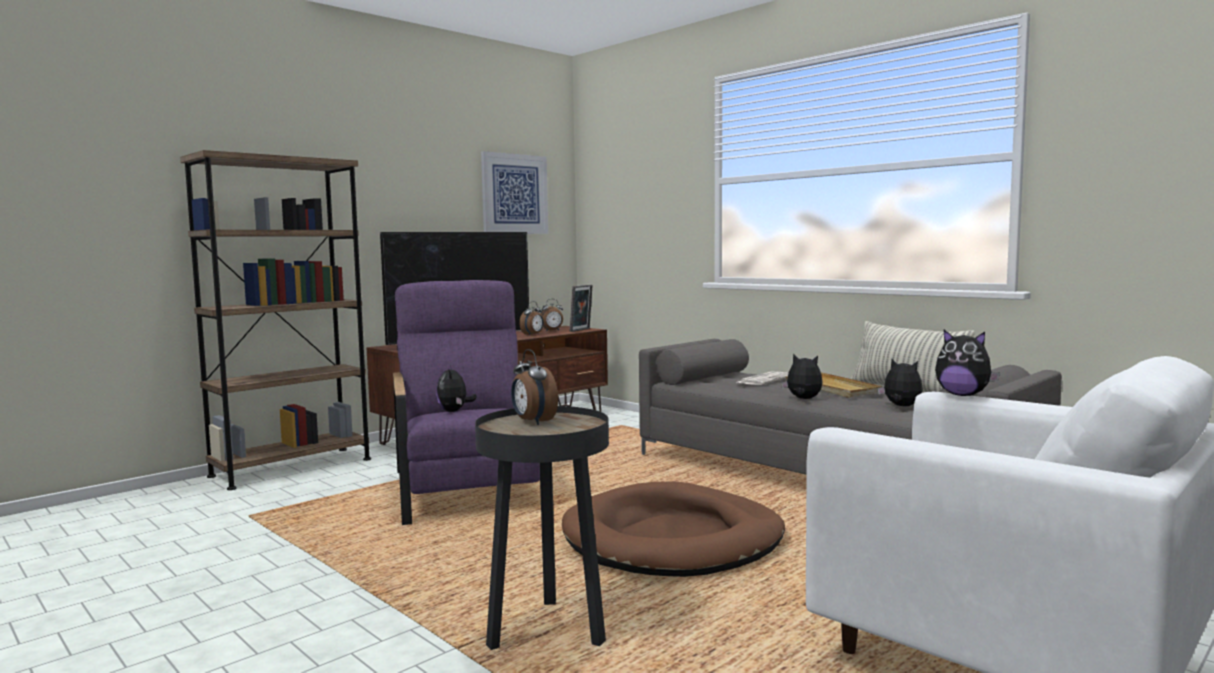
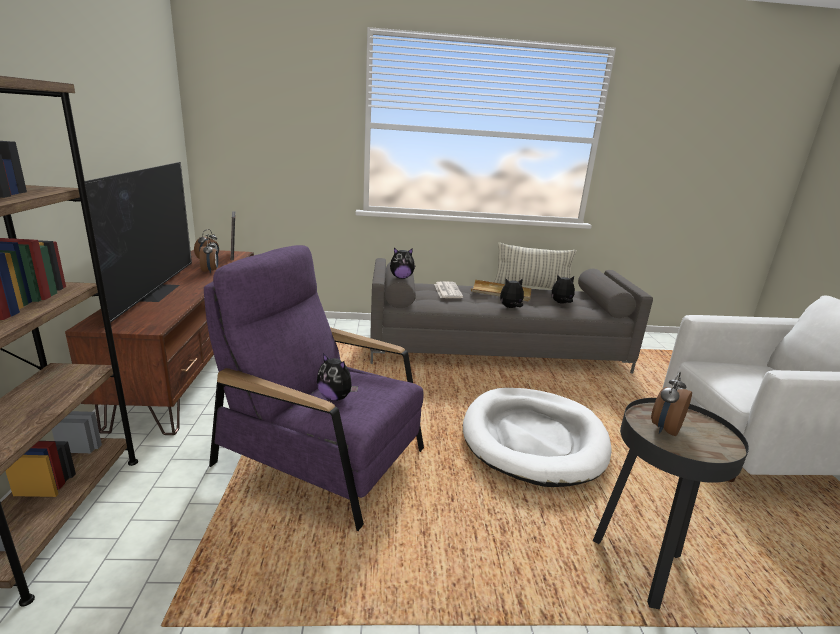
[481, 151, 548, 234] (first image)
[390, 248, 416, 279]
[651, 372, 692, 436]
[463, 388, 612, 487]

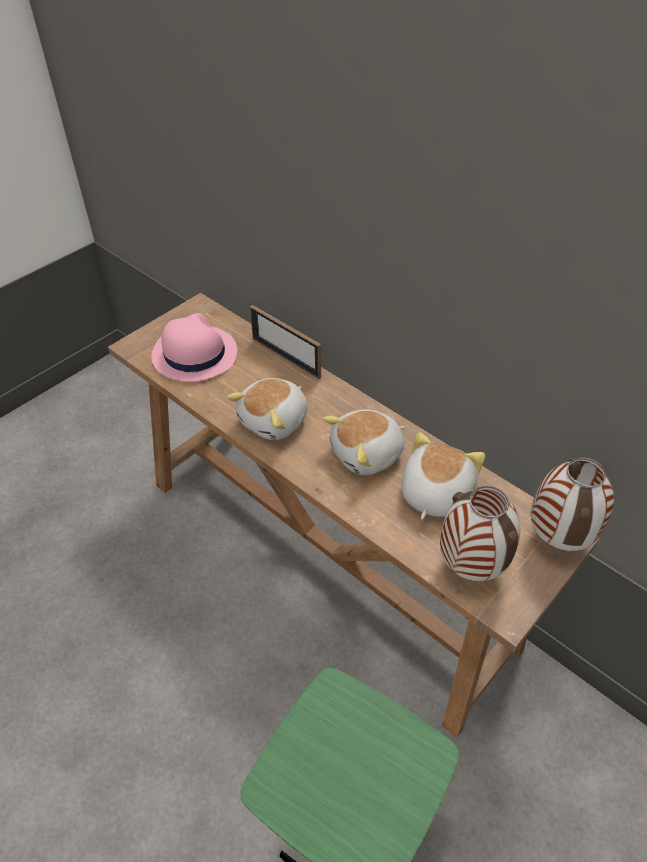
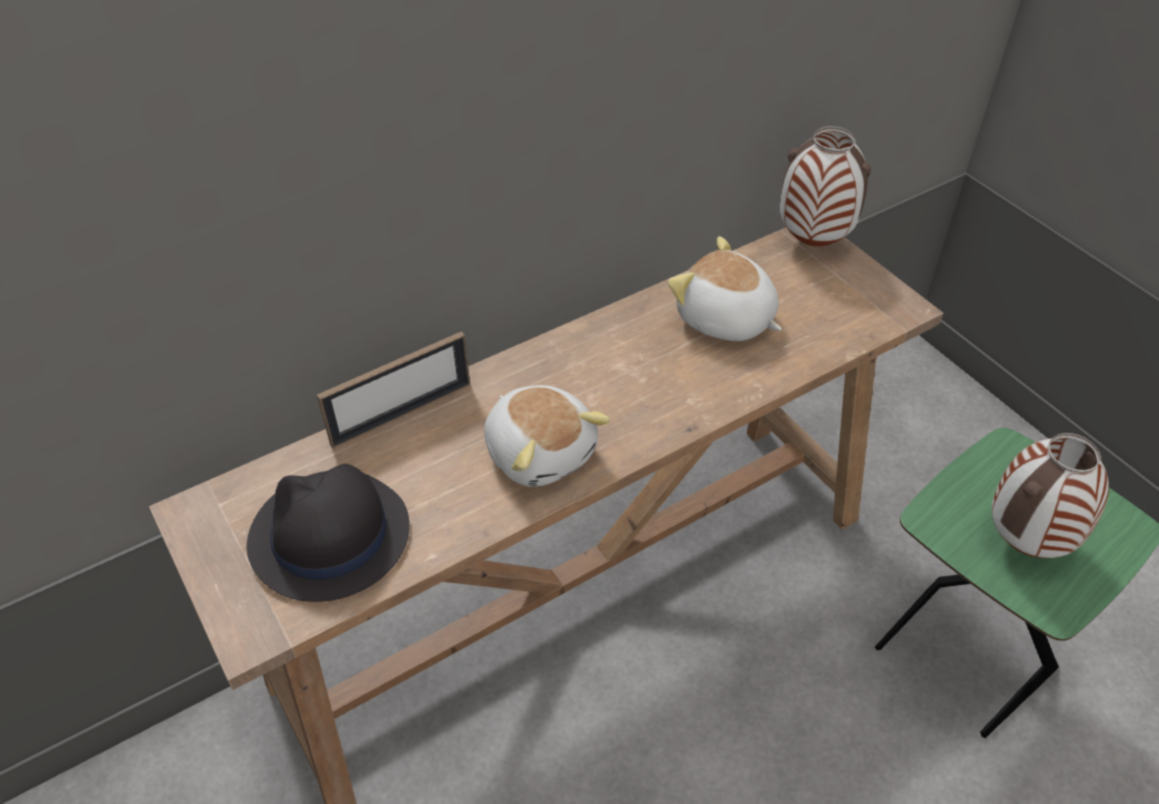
[247, 464, 410, 602]
[323, 410, 405, 475] (first image)
[992, 433, 1109, 558]

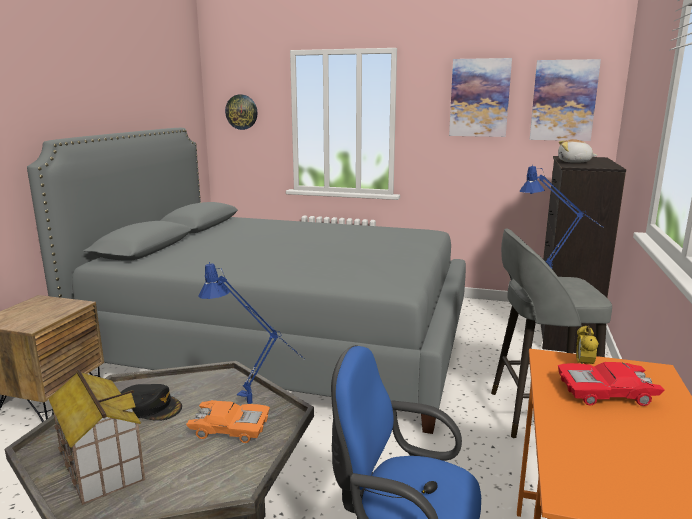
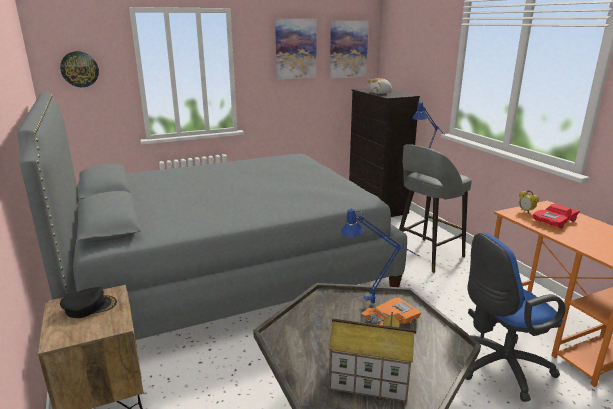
[60, 287, 117, 318]

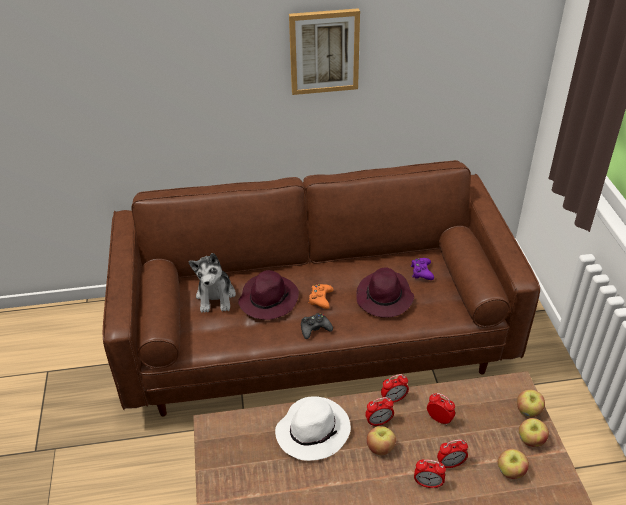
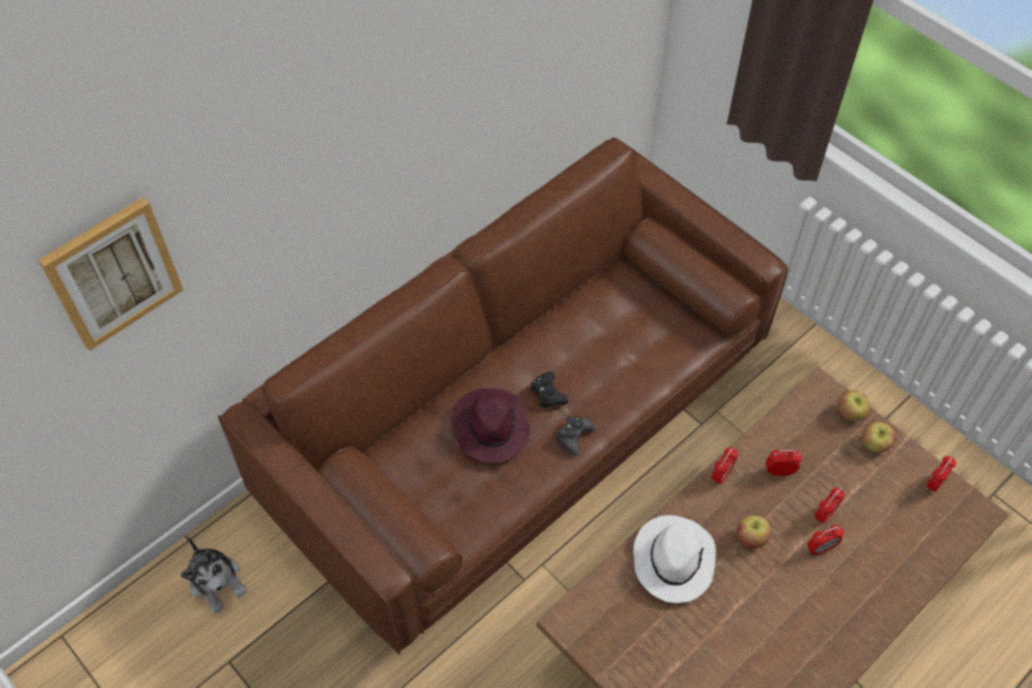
[38, 197, 183, 351]
[180, 537, 247, 614]
[411, 258, 434, 280] (first image)
[356, 267, 414, 318] (first image)
[530, 372, 569, 408]
[926, 456, 956, 493]
[498, 449, 529, 479] (first image)

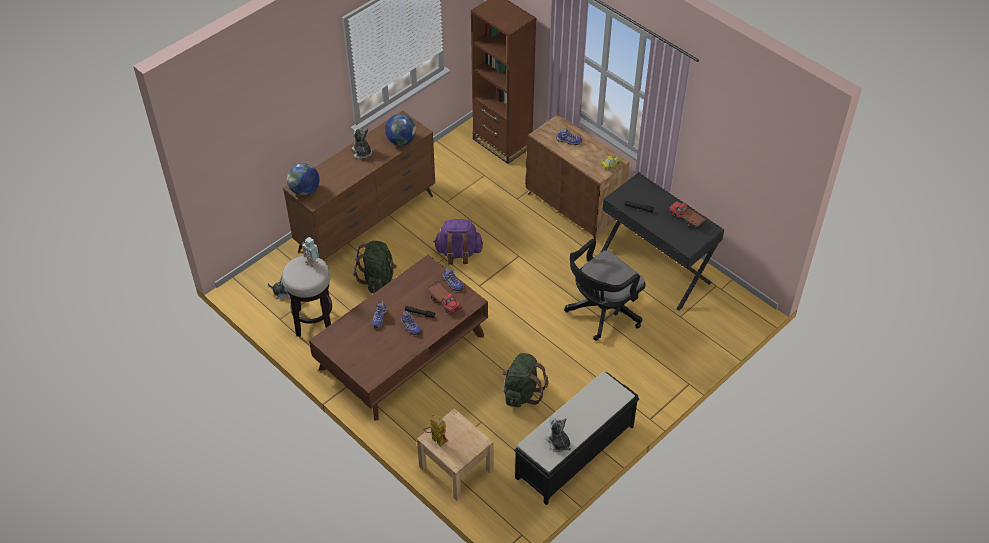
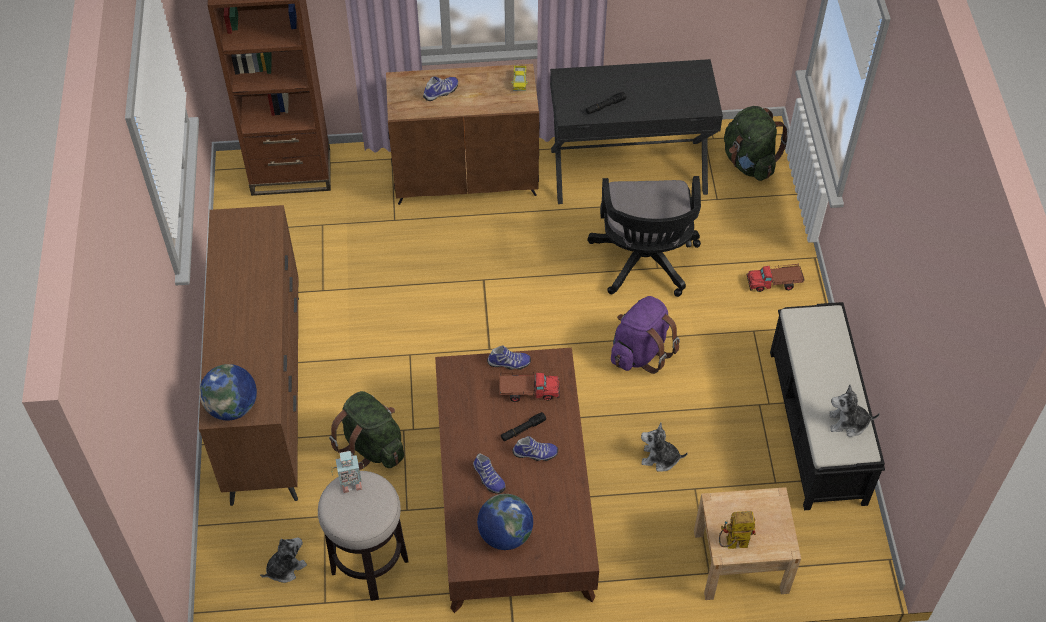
[477, 494, 533, 550]
[641, 422, 688, 472]
[746, 263, 805, 292]
[611, 296, 680, 374]
[724, 106, 788, 181]

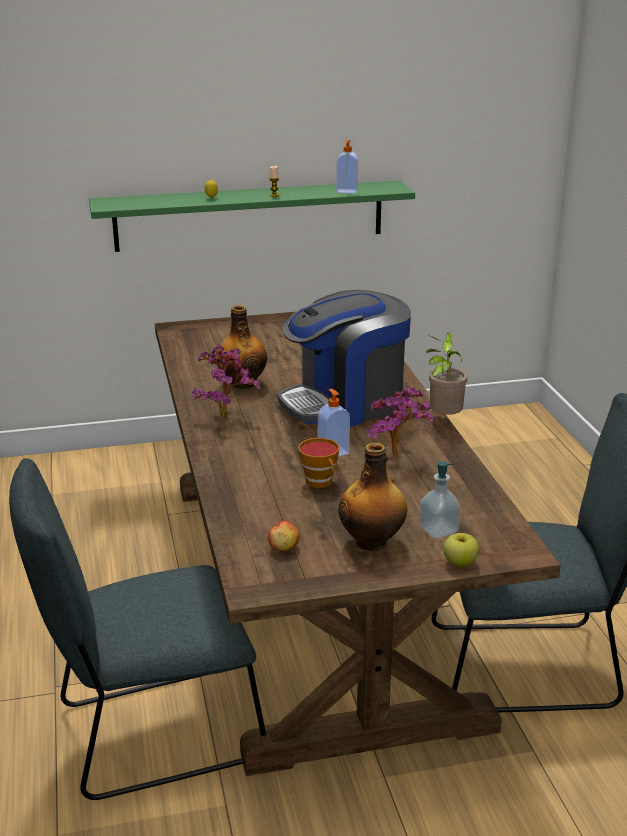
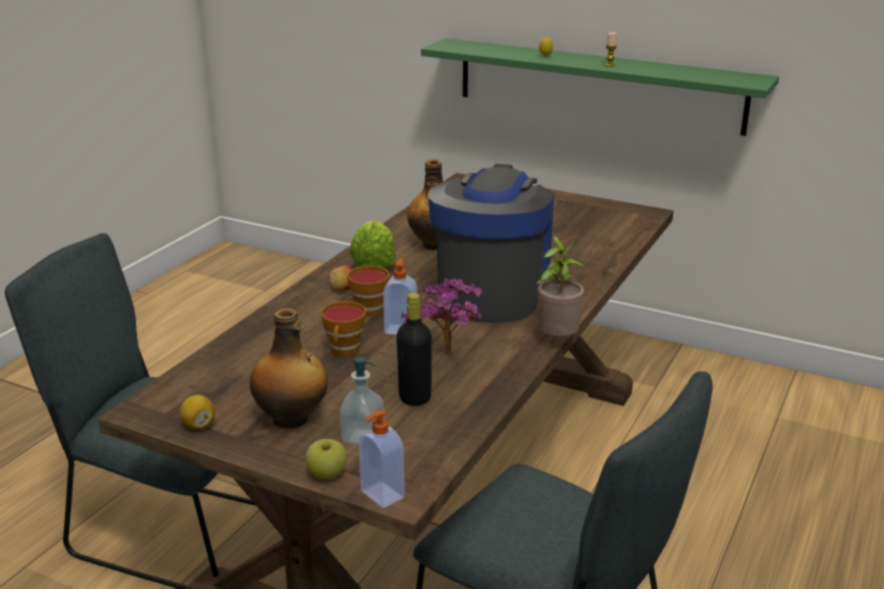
[359, 410, 405, 508]
[428, 164, 554, 323]
[350, 220, 396, 270]
[329, 265, 352, 291]
[347, 266, 389, 316]
[397, 292, 432, 406]
[180, 395, 215, 429]

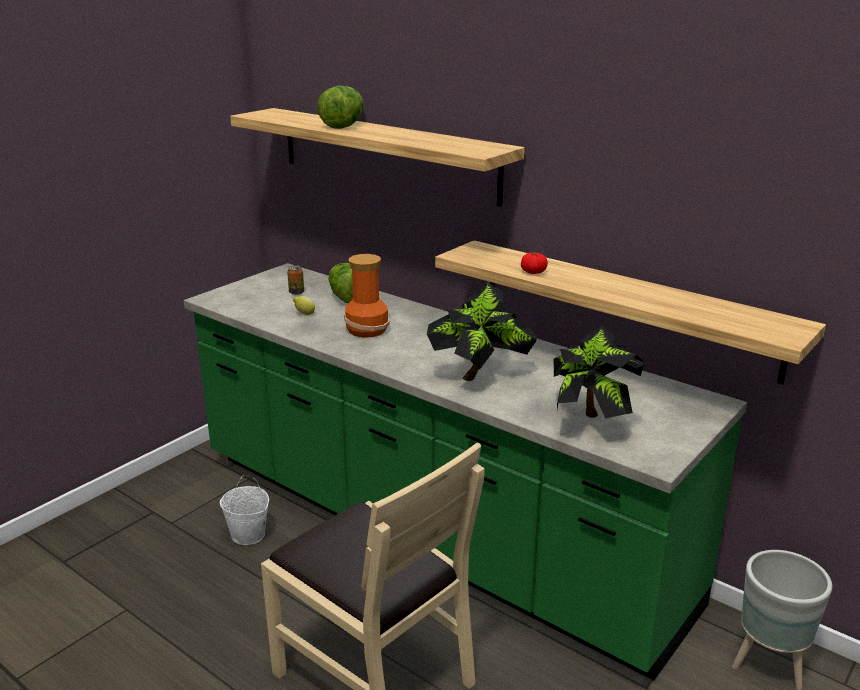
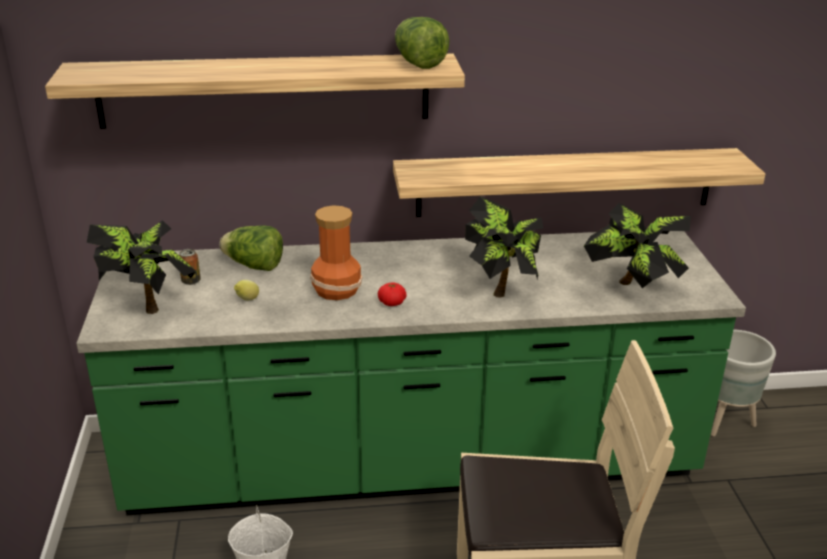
[395, 17, 449, 69]
[378, 282, 407, 306]
[87, 220, 196, 314]

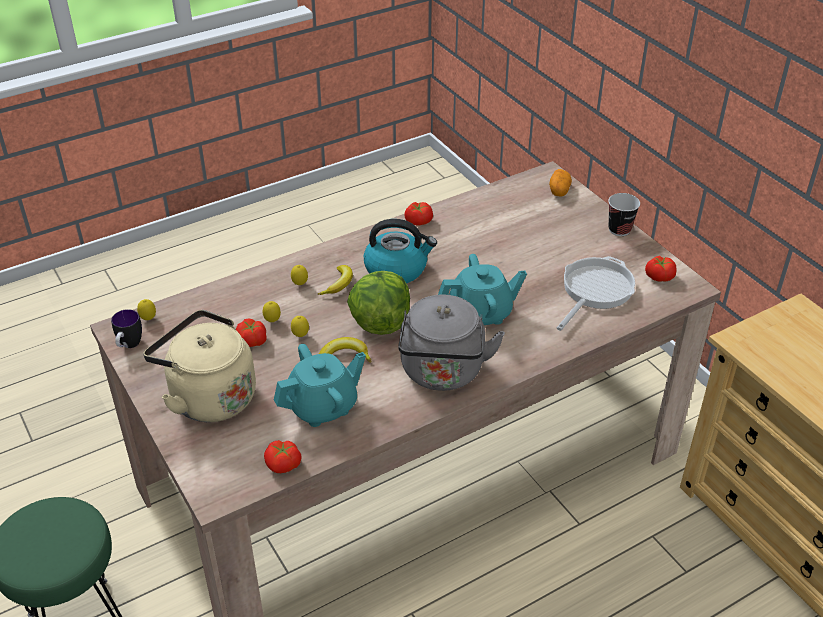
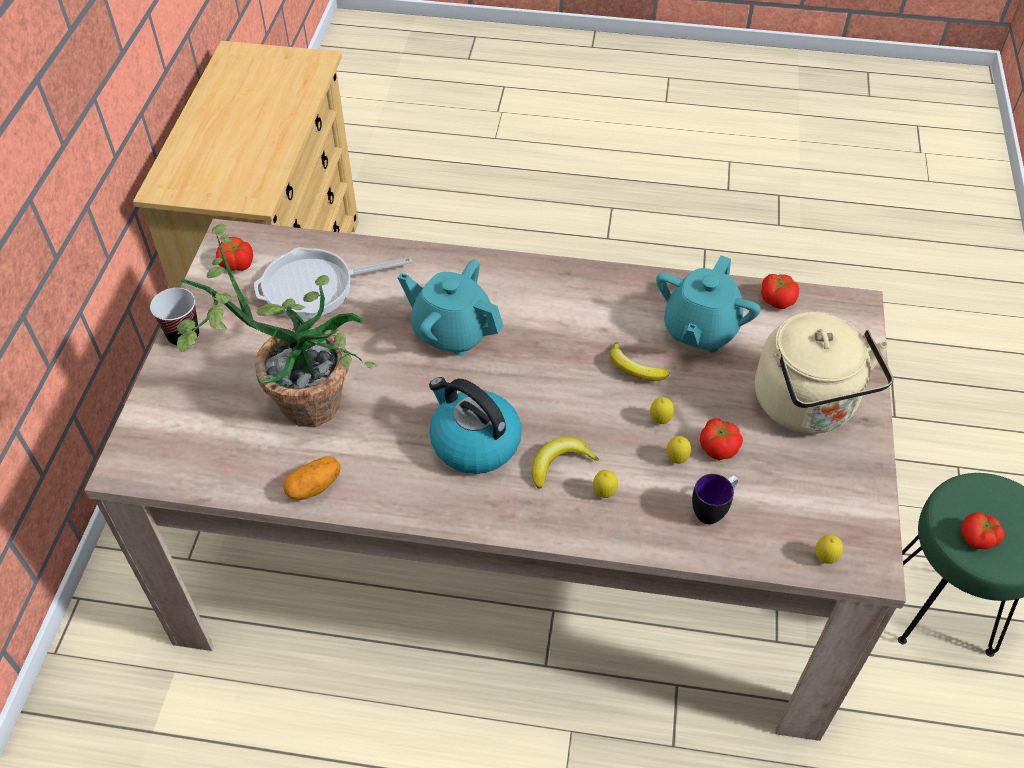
[283, 456, 341, 500]
[961, 512, 1005, 549]
[347, 271, 410, 335] (first image)
[398, 295, 505, 391] (first image)
[692, 474, 738, 524]
[656, 255, 761, 352]
[177, 224, 378, 427]

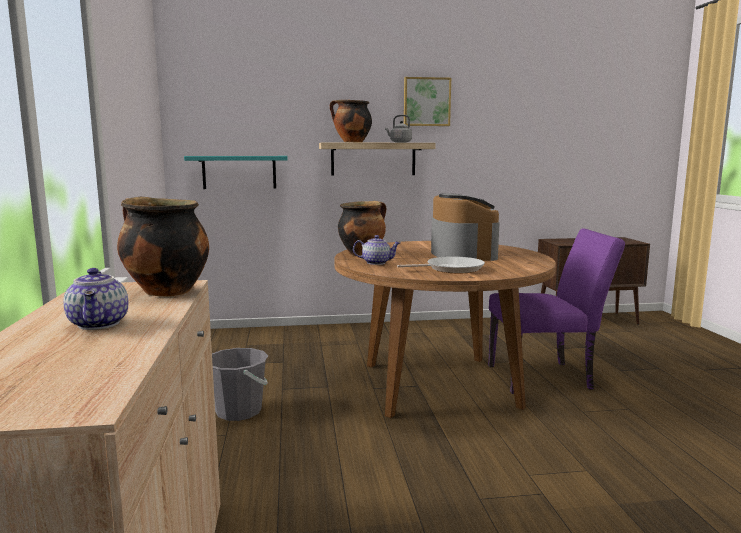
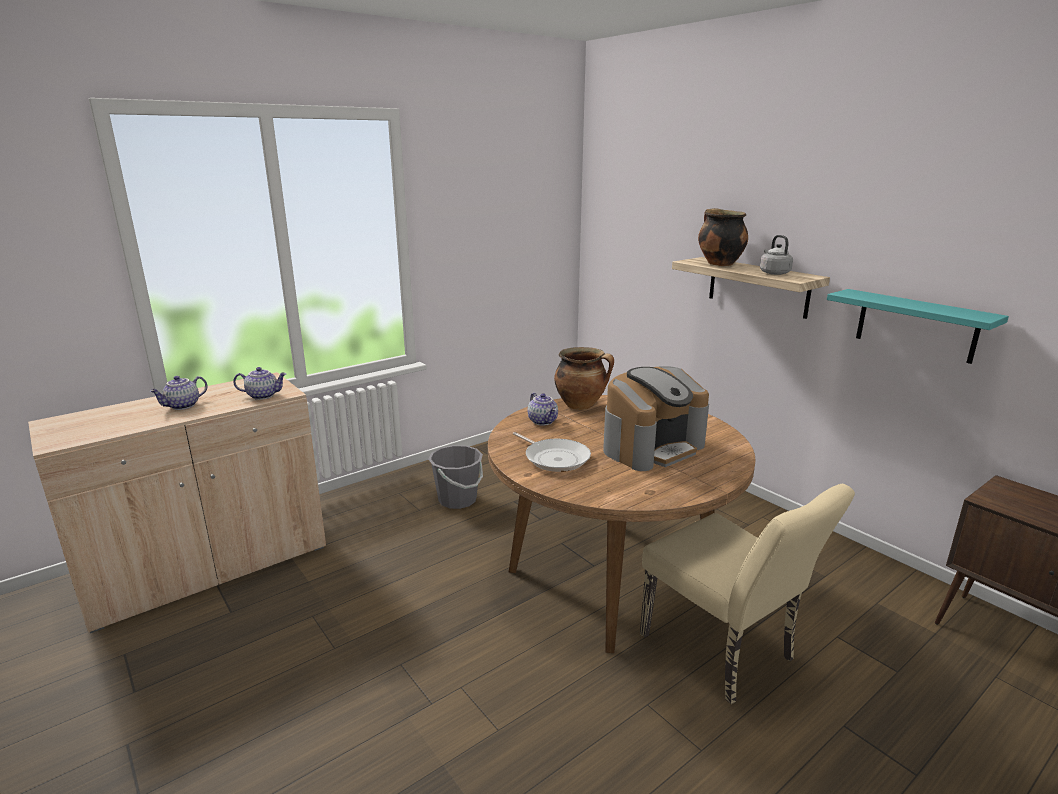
[404, 77, 451, 126] (first image)
[827, 289, 1009, 364]
[233, 367, 286, 400]
[640, 484, 855, 704]

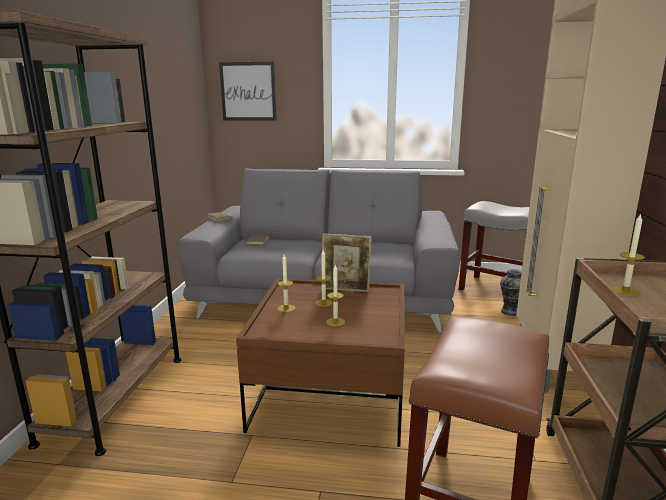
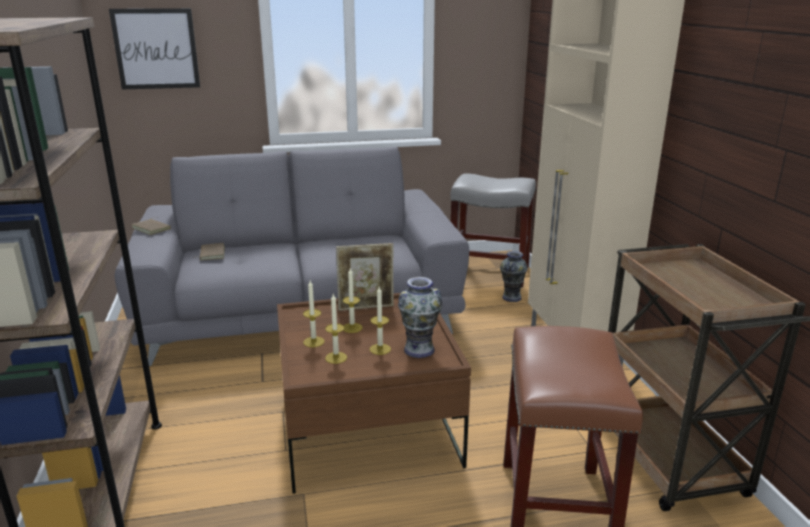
[325, 294, 347, 364]
[398, 277, 443, 358]

